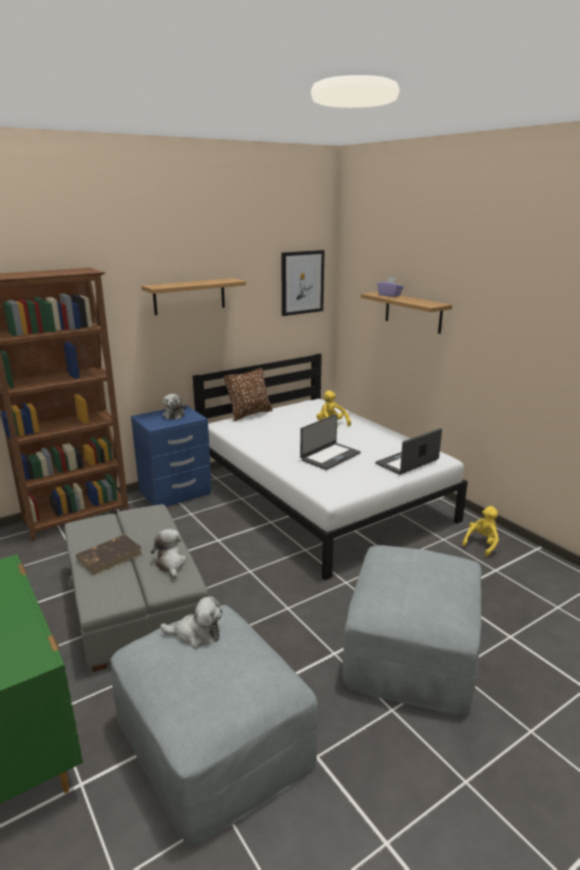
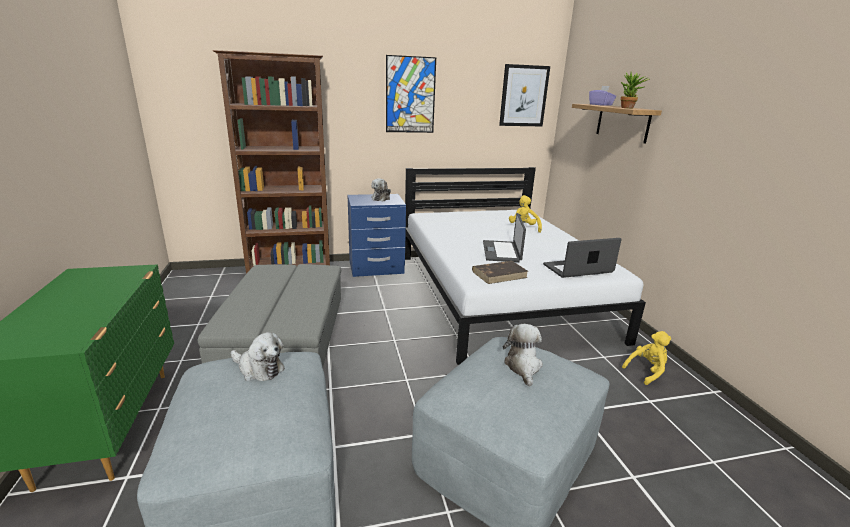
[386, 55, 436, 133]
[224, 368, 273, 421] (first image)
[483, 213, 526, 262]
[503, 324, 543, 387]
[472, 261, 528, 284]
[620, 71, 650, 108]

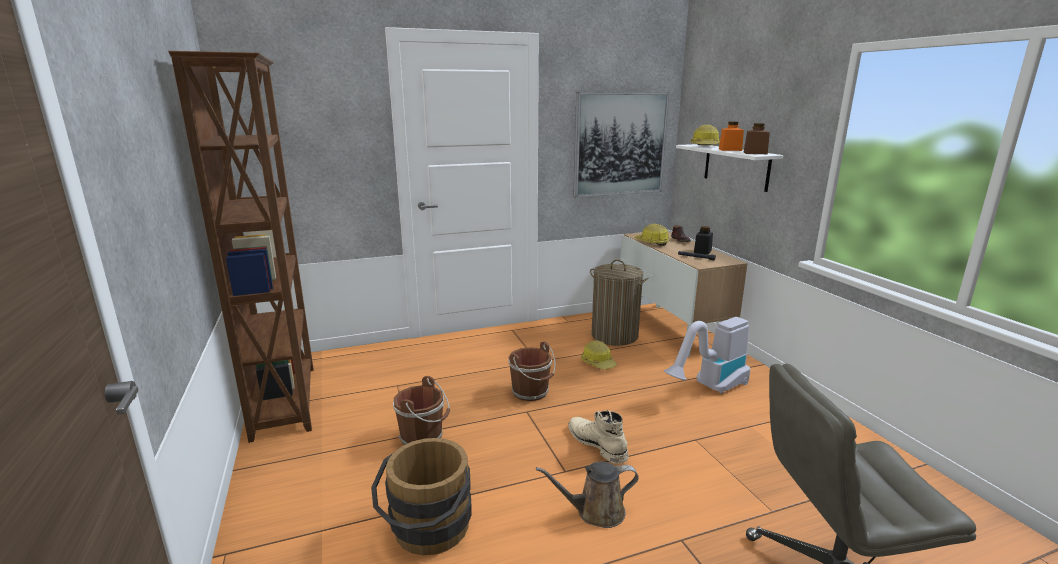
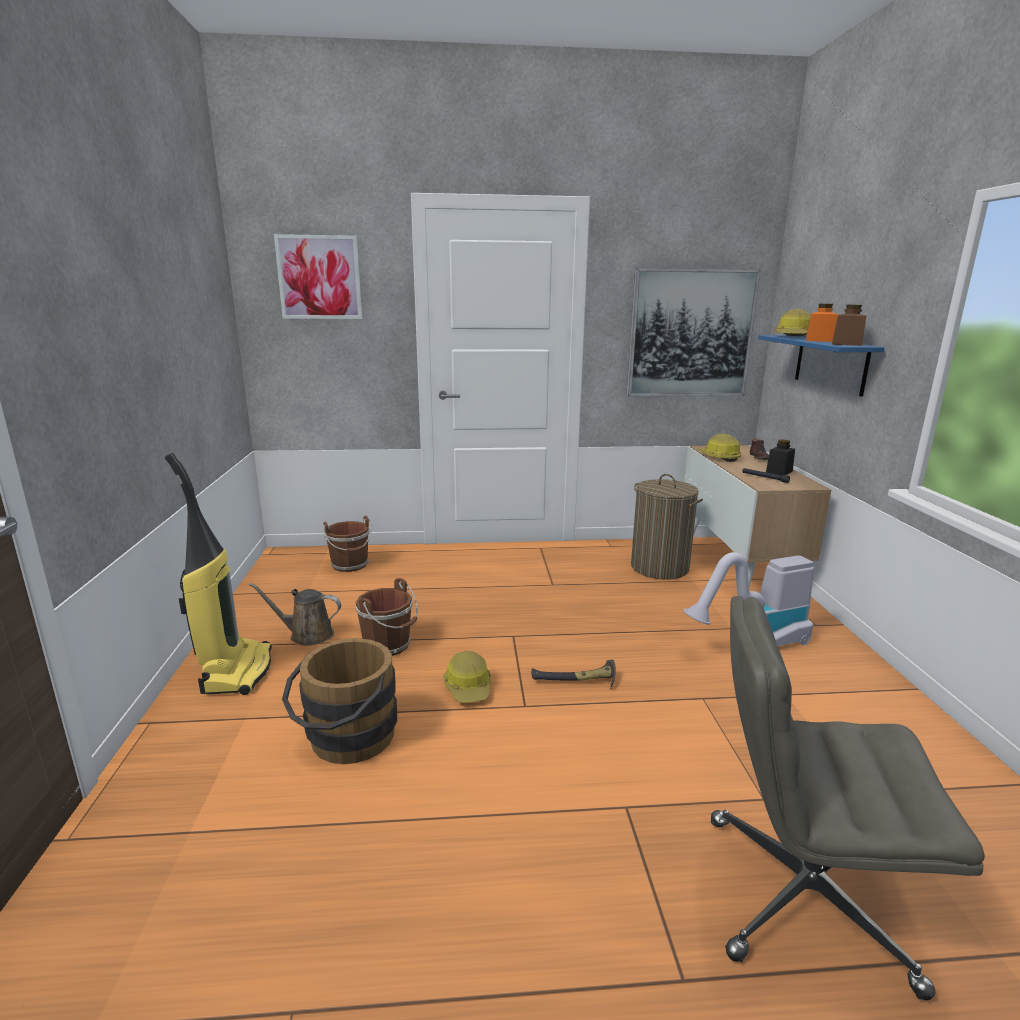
[168, 51, 314, 443] (first image)
[758, 335, 885, 397]
[443, 651, 491, 703]
[323, 516, 372, 572]
[531, 660, 616, 690]
[249, 583, 341, 646]
[274, 234, 362, 319]
[165, 453, 272, 695]

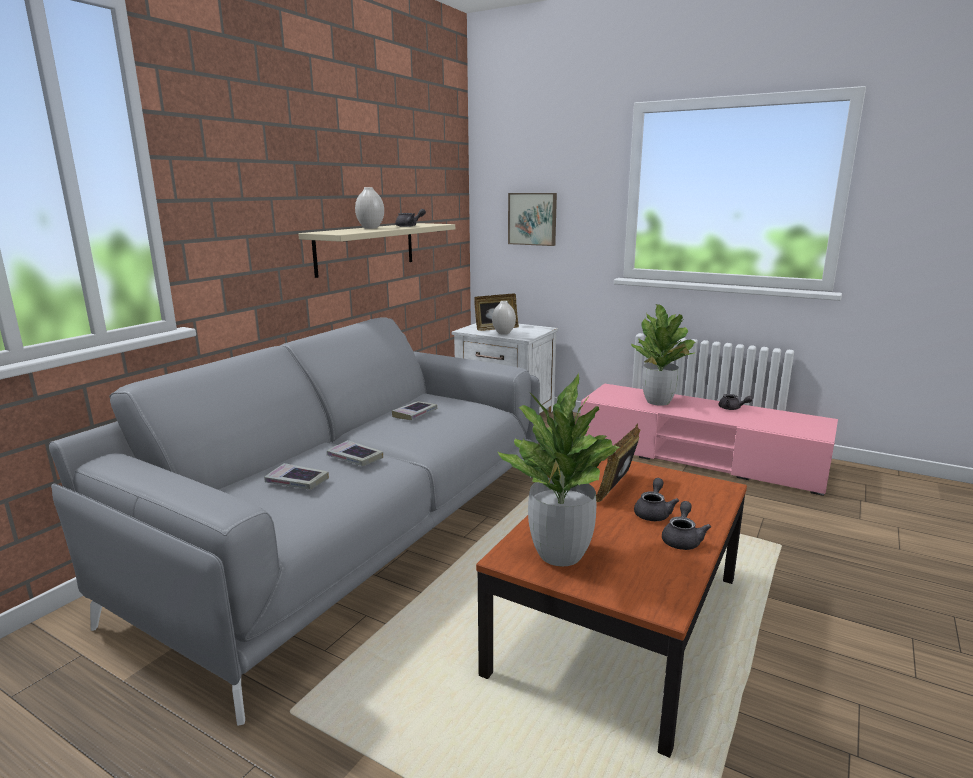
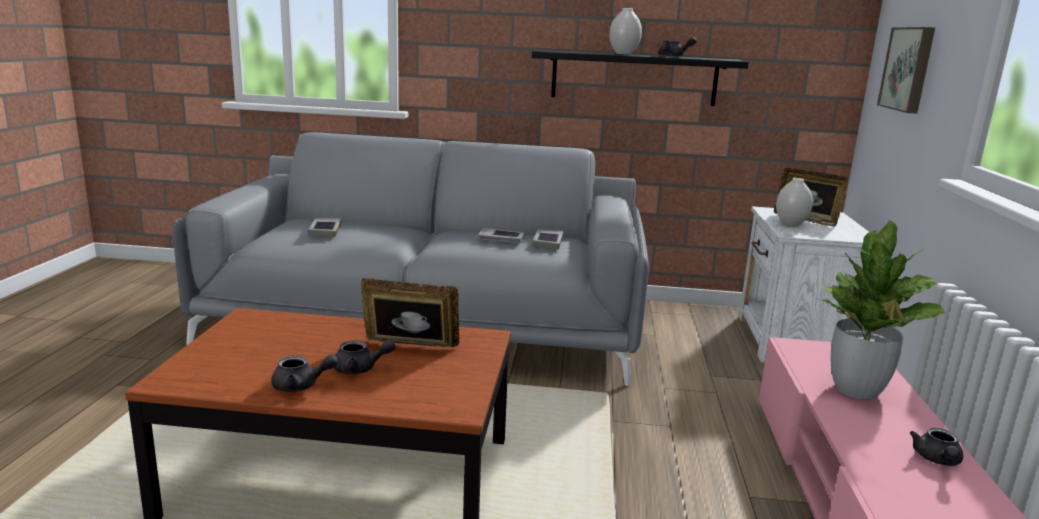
[532, 50, 749, 106]
[498, 373, 621, 567] (first image)
[532, 229, 563, 250]

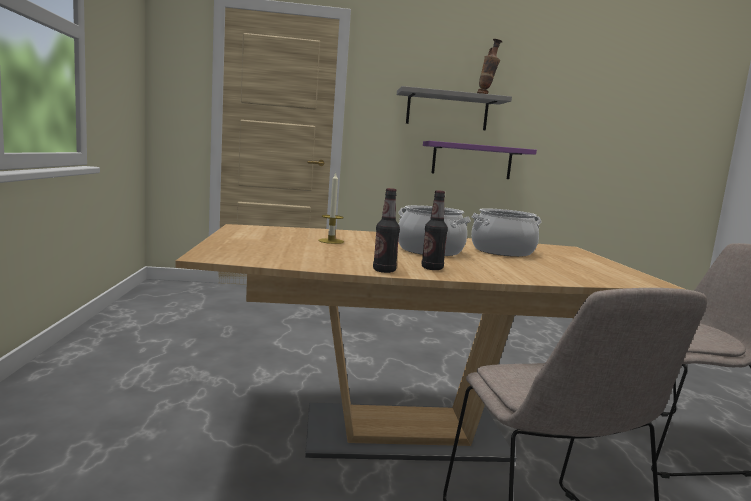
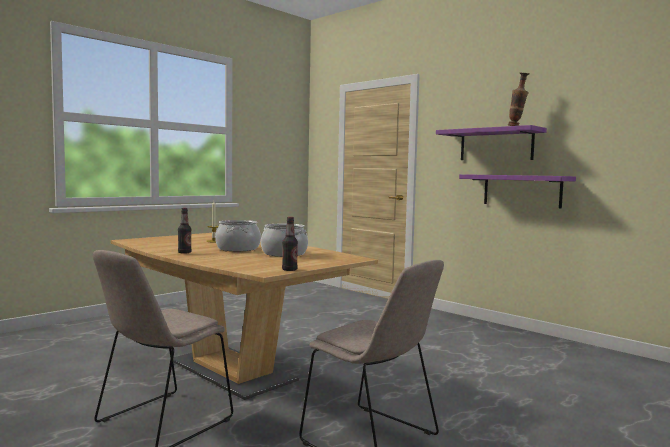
[436, 125, 547, 160]
[282, 217, 298, 271]

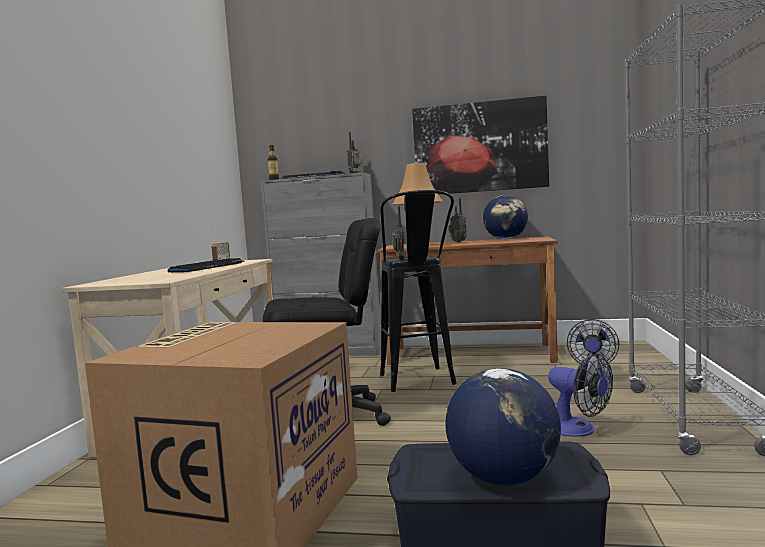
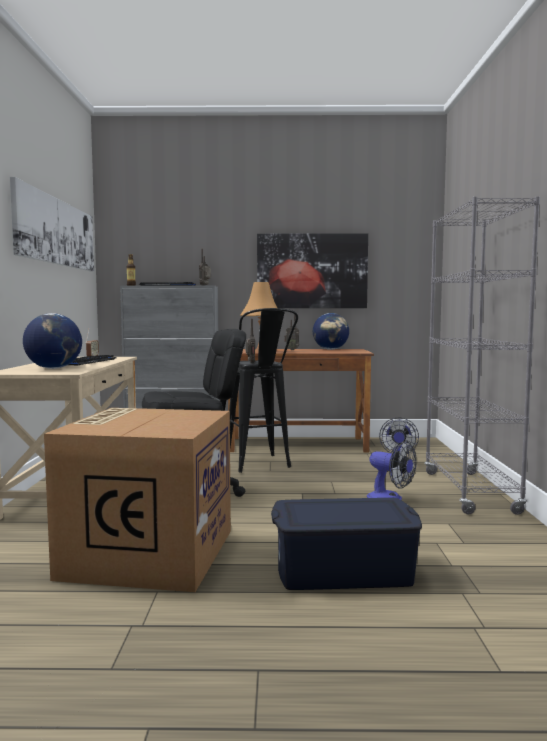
[23, 313, 82, 369]
[10, 177, 94, 271]

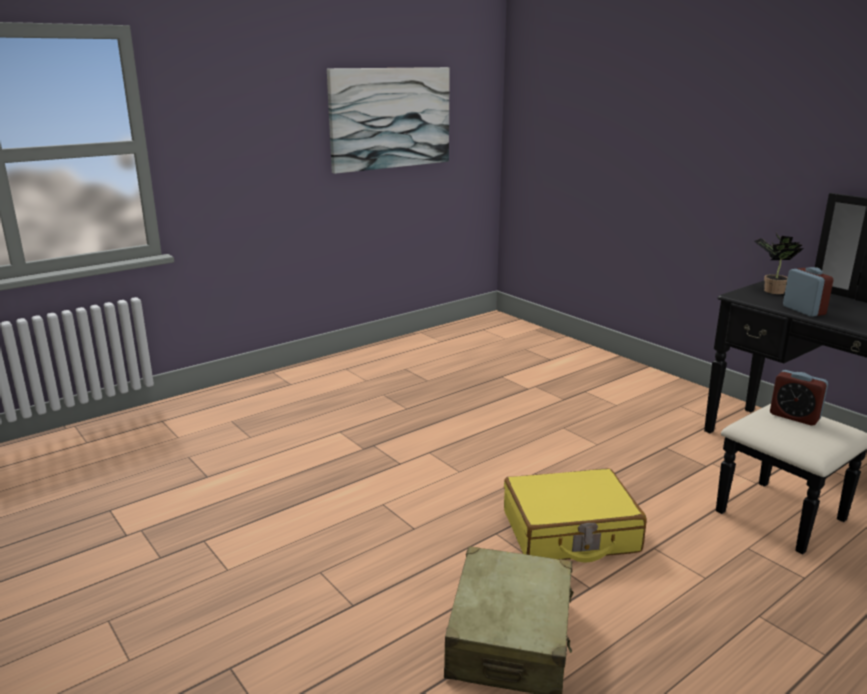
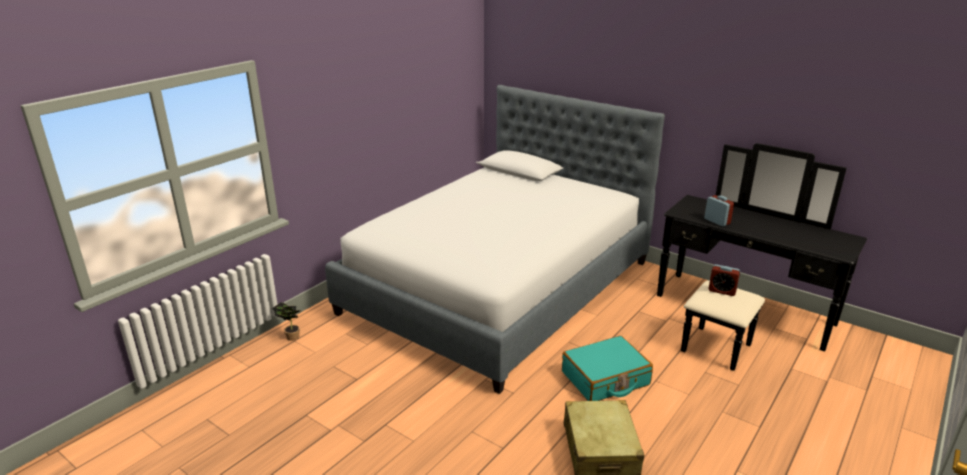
[327, 67, 450, 174] (first image)
[272, 302, 300, 341]
[562, 336, 653, 401]
[325, 85, 665, 394]

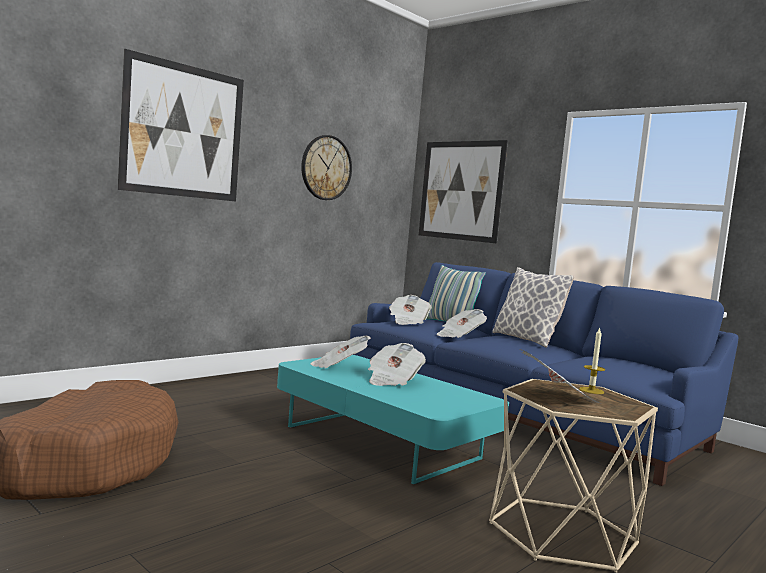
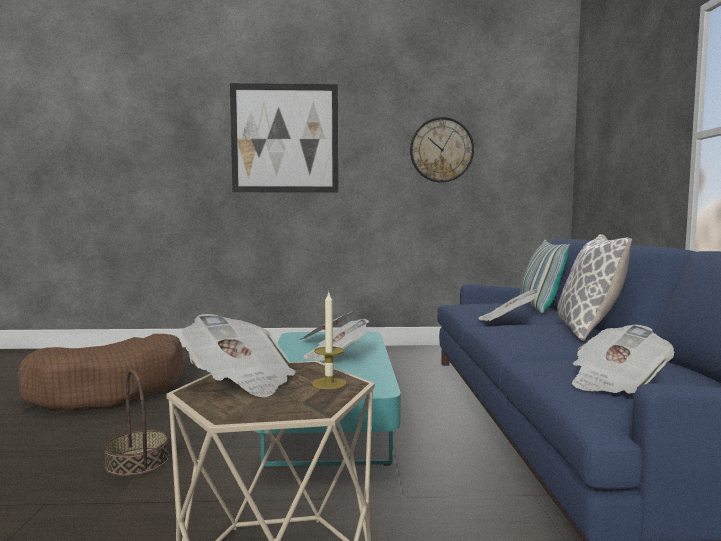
[419, 140, 508, 243] (first image)
[572, 325, 675, 394]
[104, 370, 170, 476]

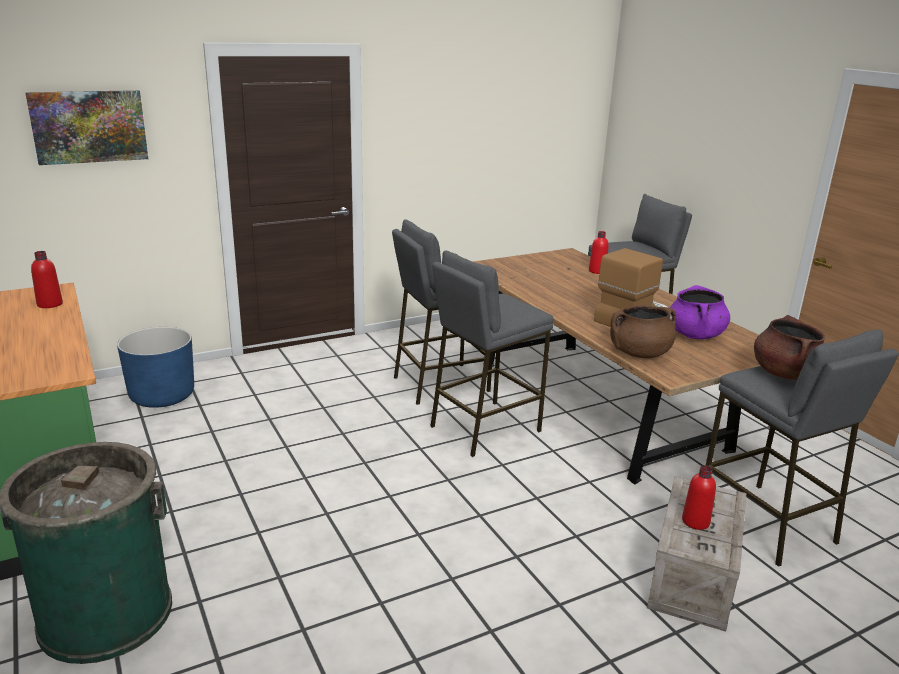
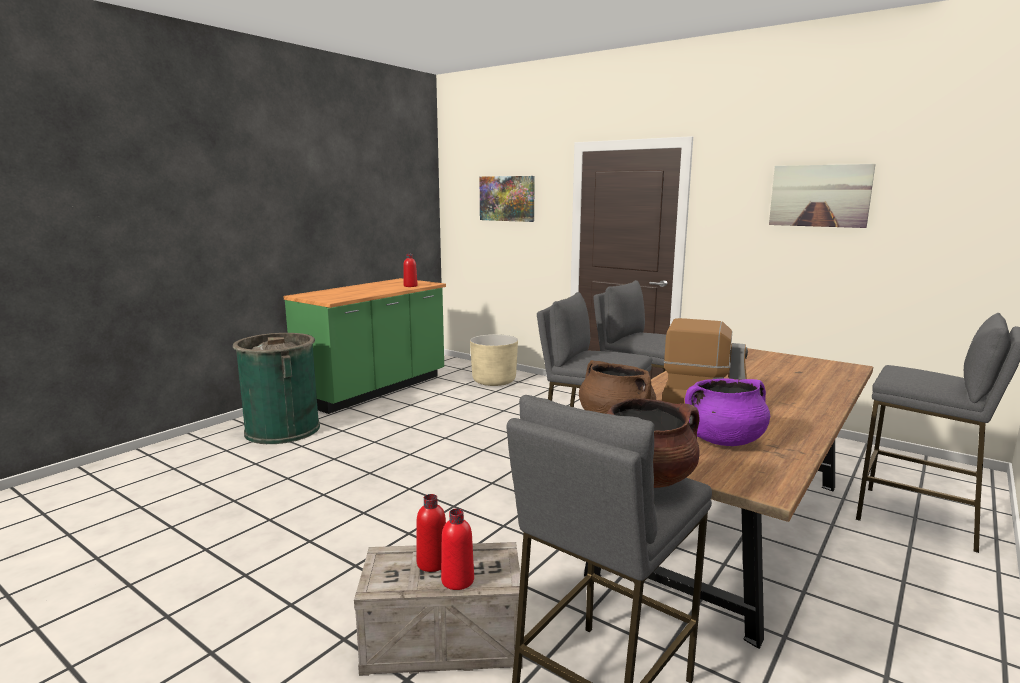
[441, 508, 474, 590]
[470, 334, 518, 386]
[769, 164, 875, 228]

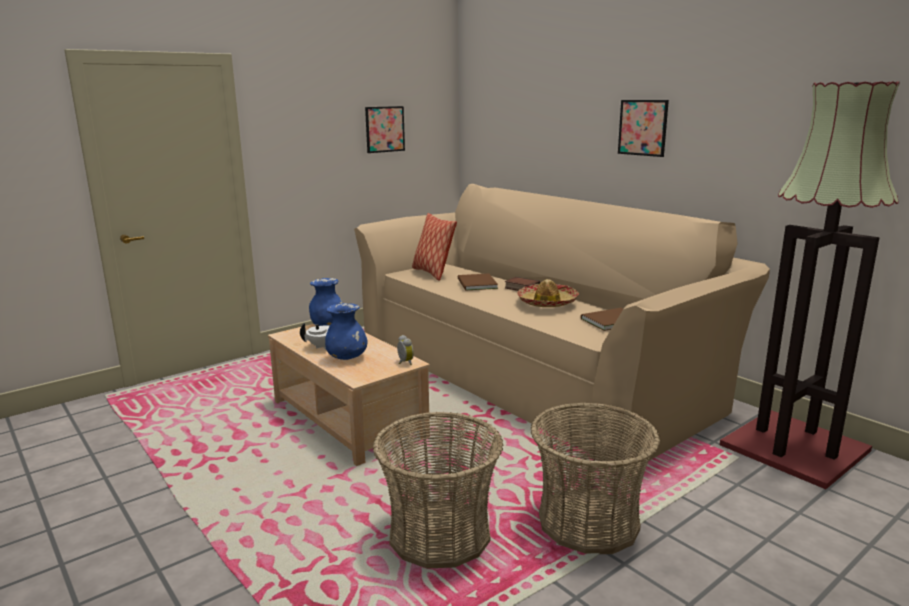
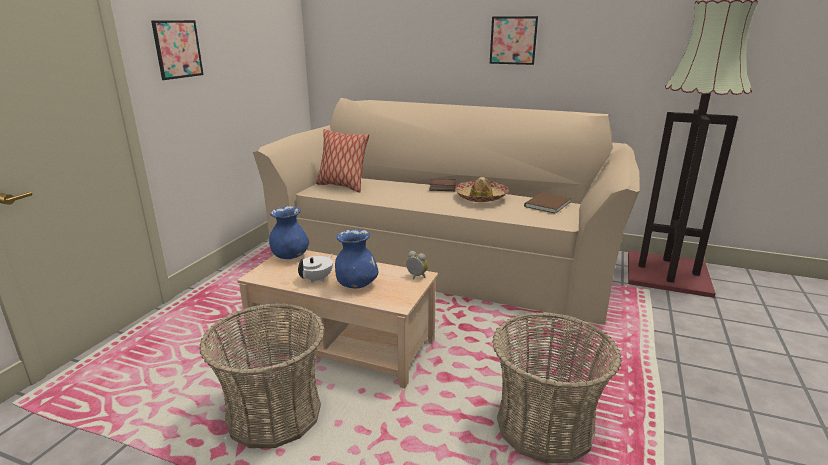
[151, 20, 204, 80]
[458, 274, 498, 290] (first image)
[199, 303, 325, 448]

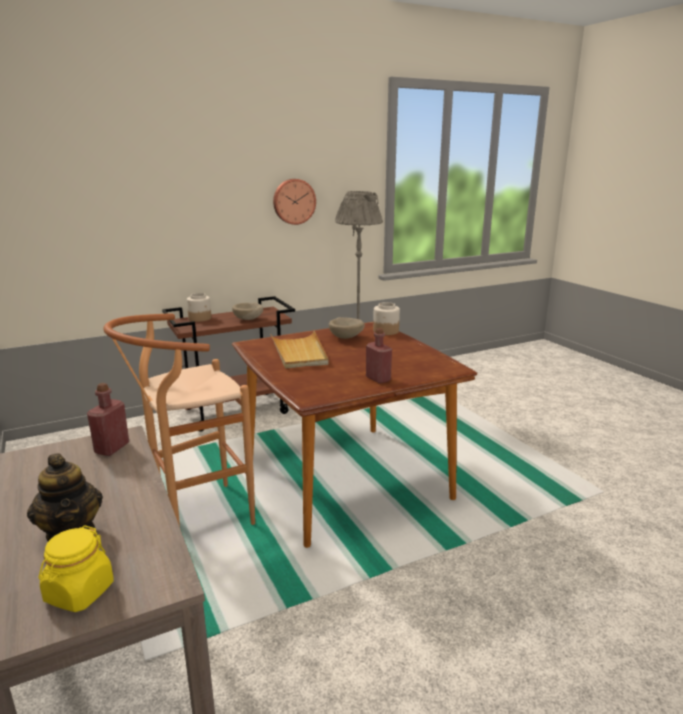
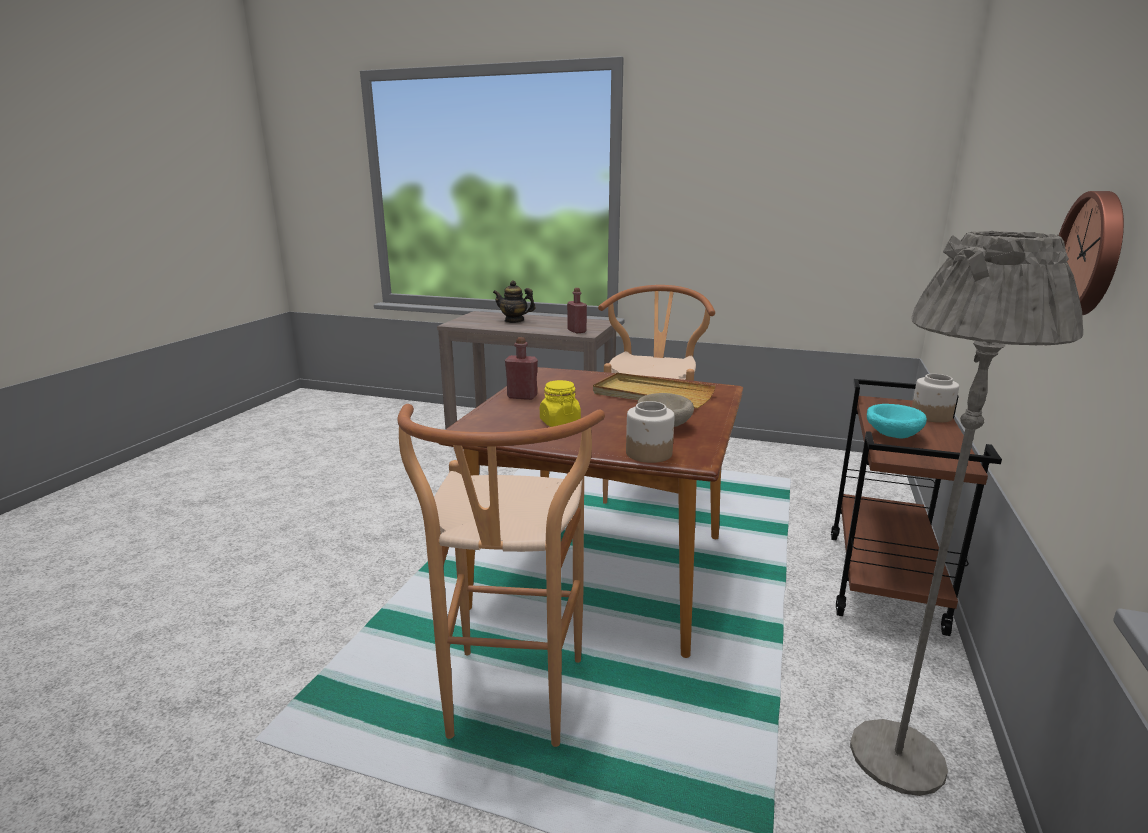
[867, 404, 927, 439]
[540, 380, 581, 427]
[398, 404, 605, 747]

